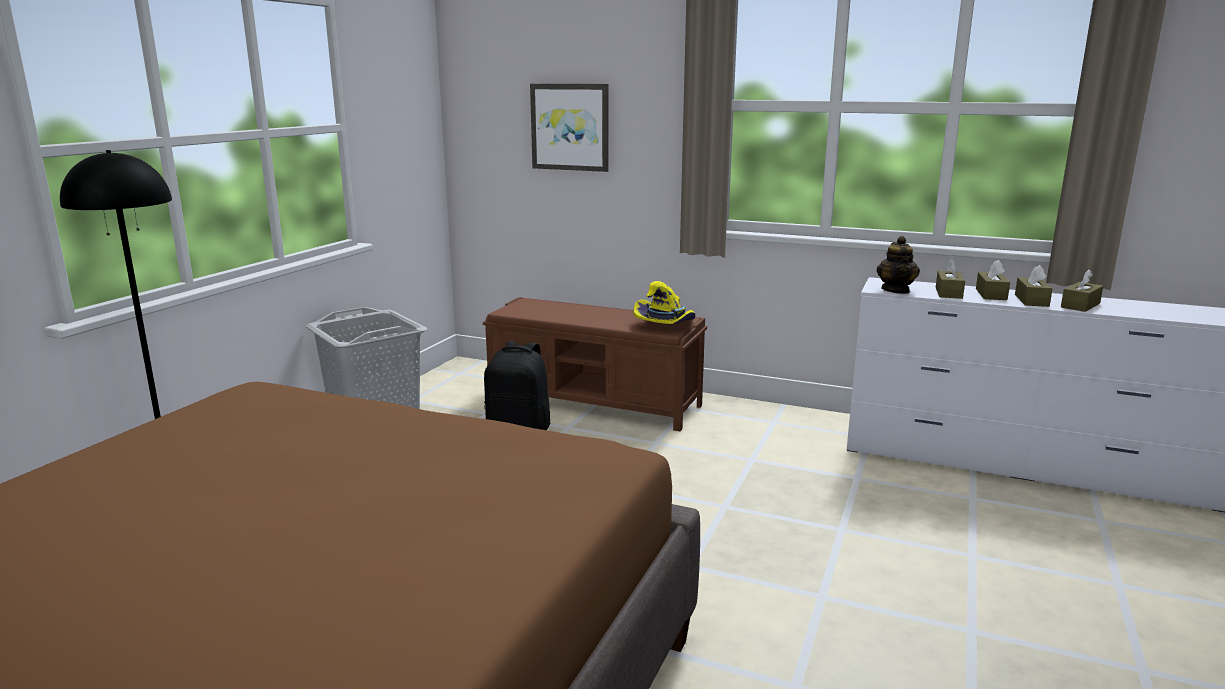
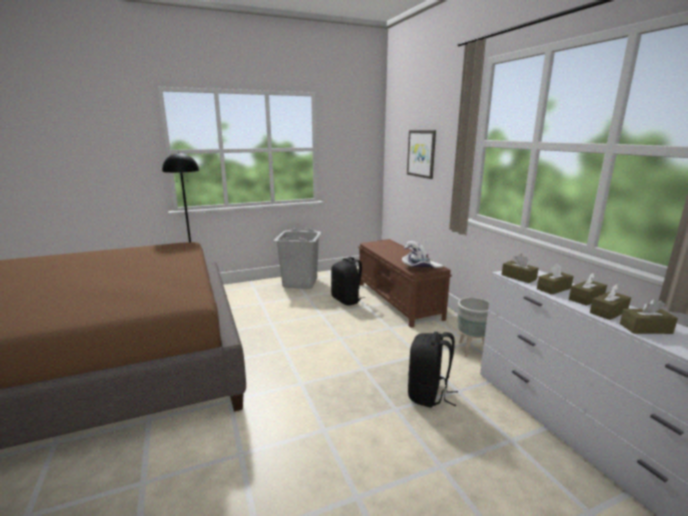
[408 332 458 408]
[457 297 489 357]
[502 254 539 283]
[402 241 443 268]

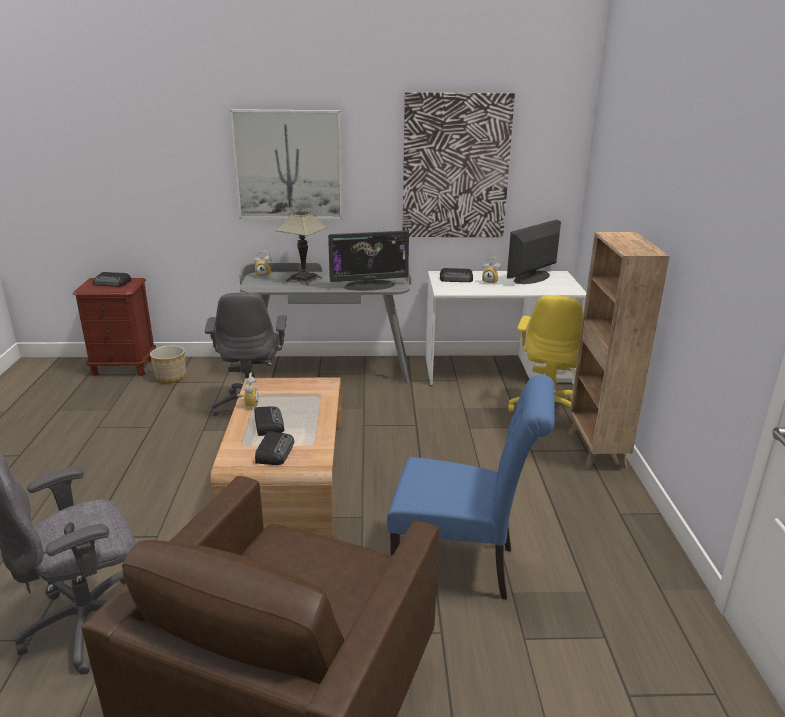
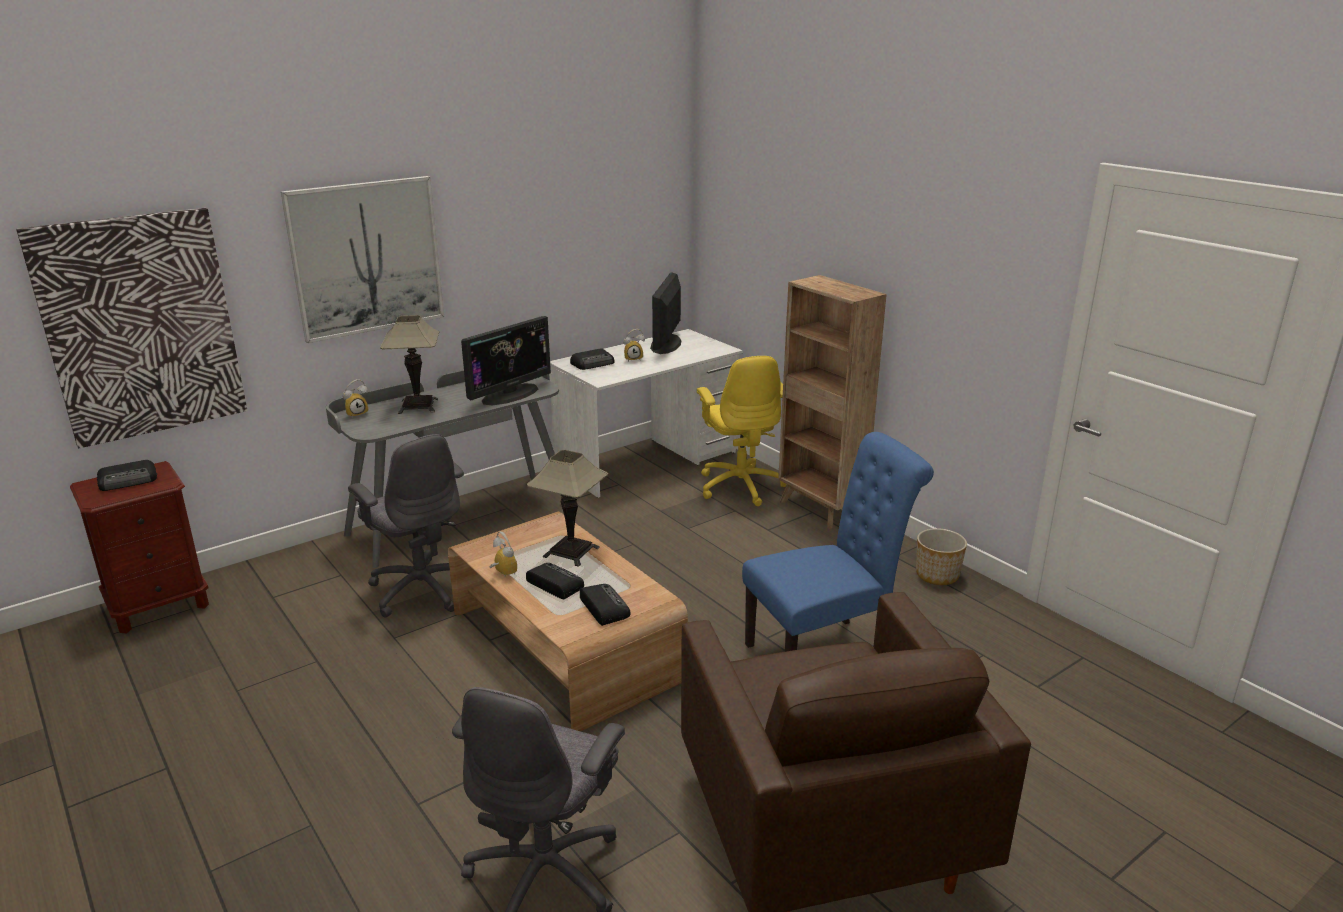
[527 450 608 567]
[916 528 967 585]
[16 208 247 448]

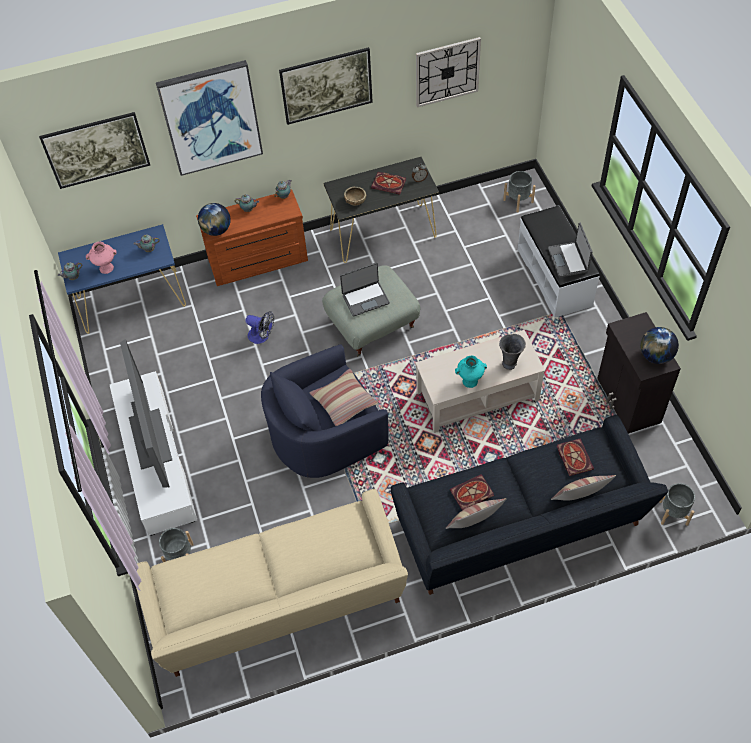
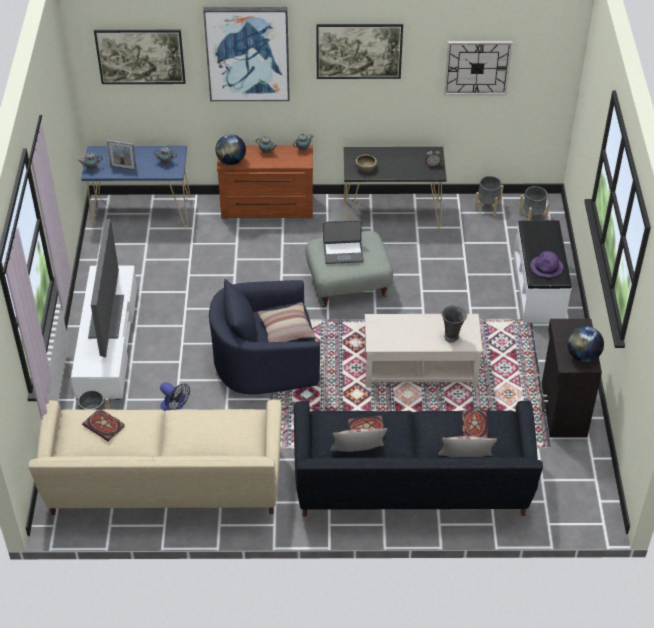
[455 356 487 388] (first image)
[160 382 190 411]
[82 408 125 441]
[474 176 503 216]
[107 140 137 170]
[530 251 563 277]

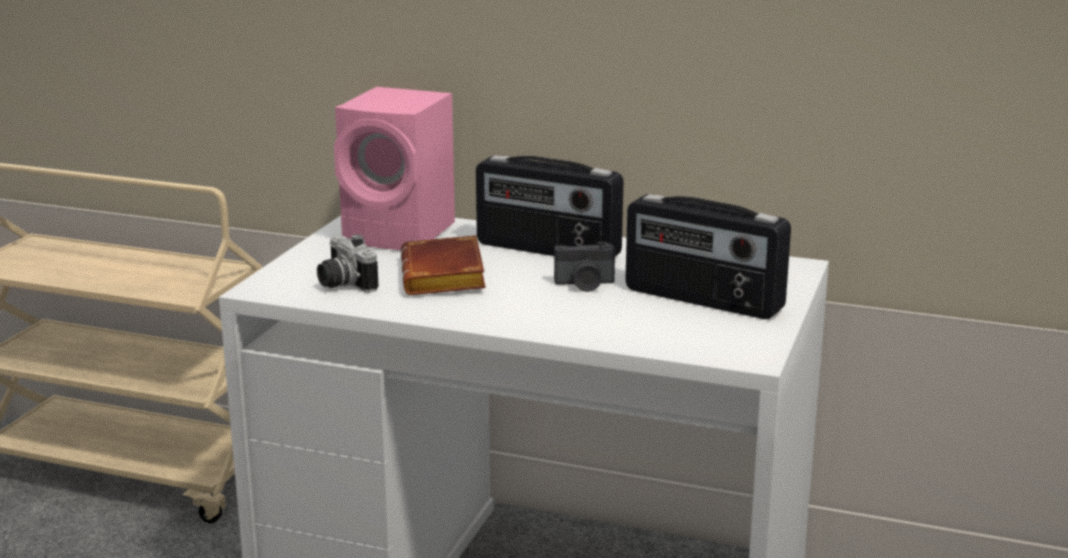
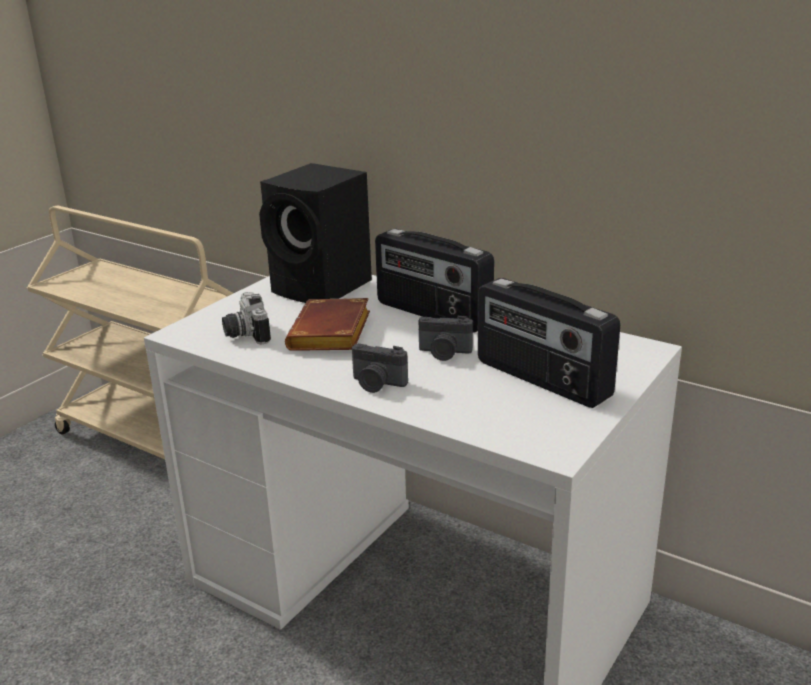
[352 344 408 393]
[259 163 372 303]

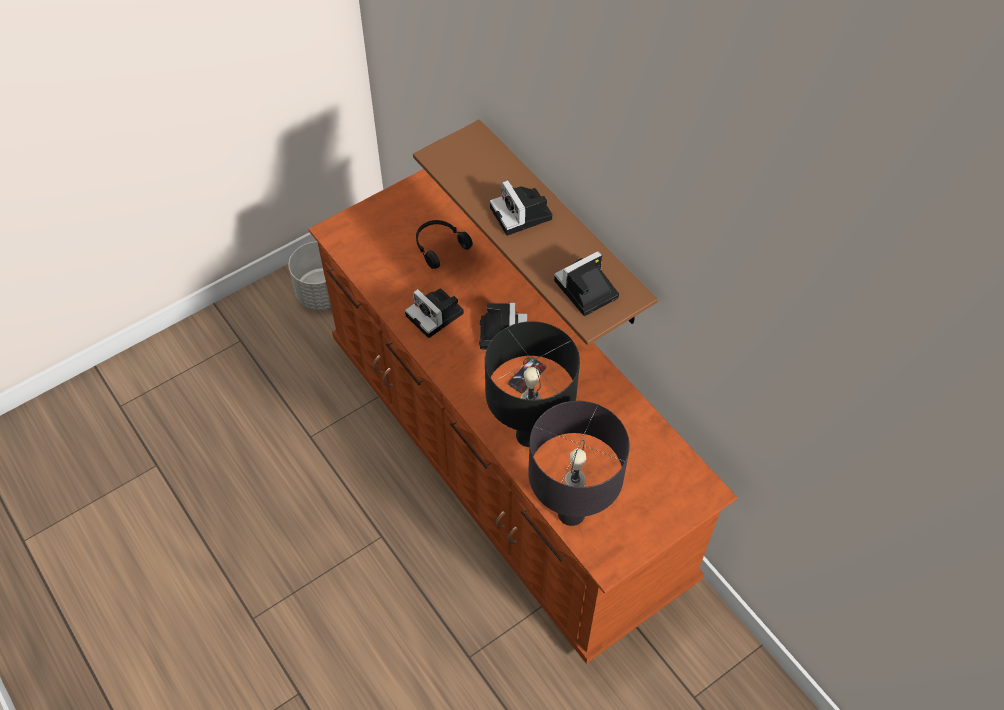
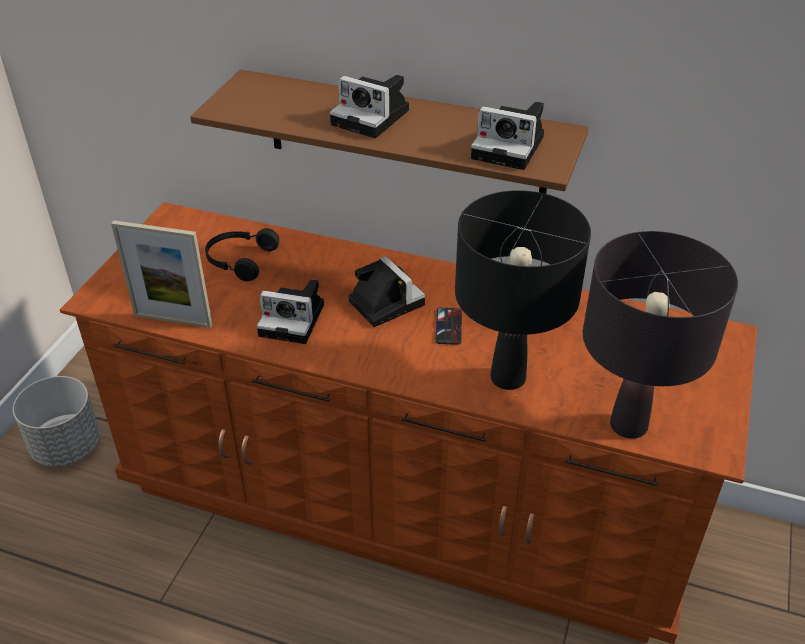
[111 220 213 328]
[471 101 544 170]

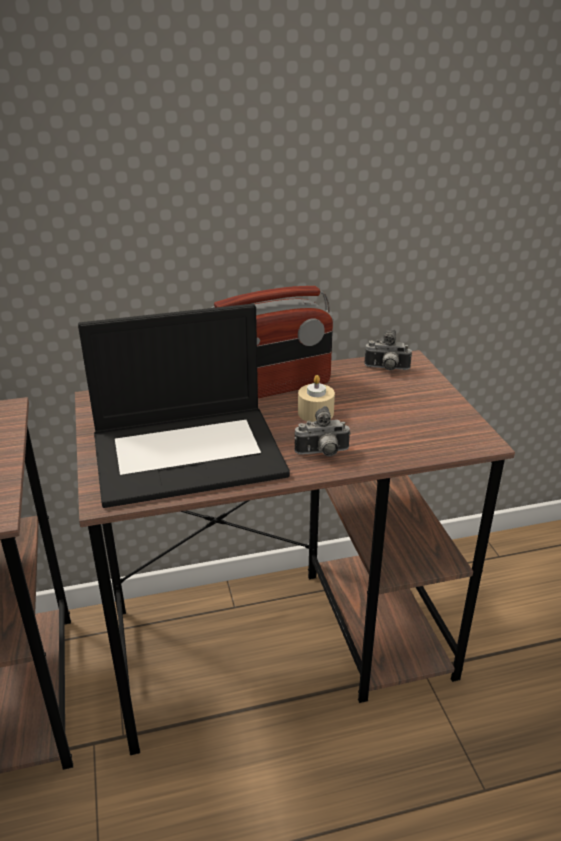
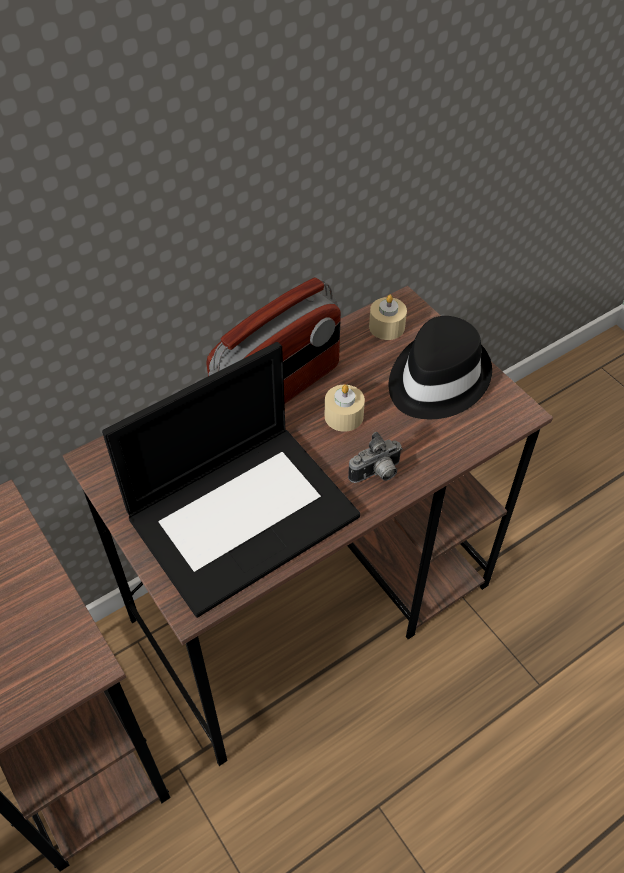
[389 316 492 419]
[369 295 407 340]

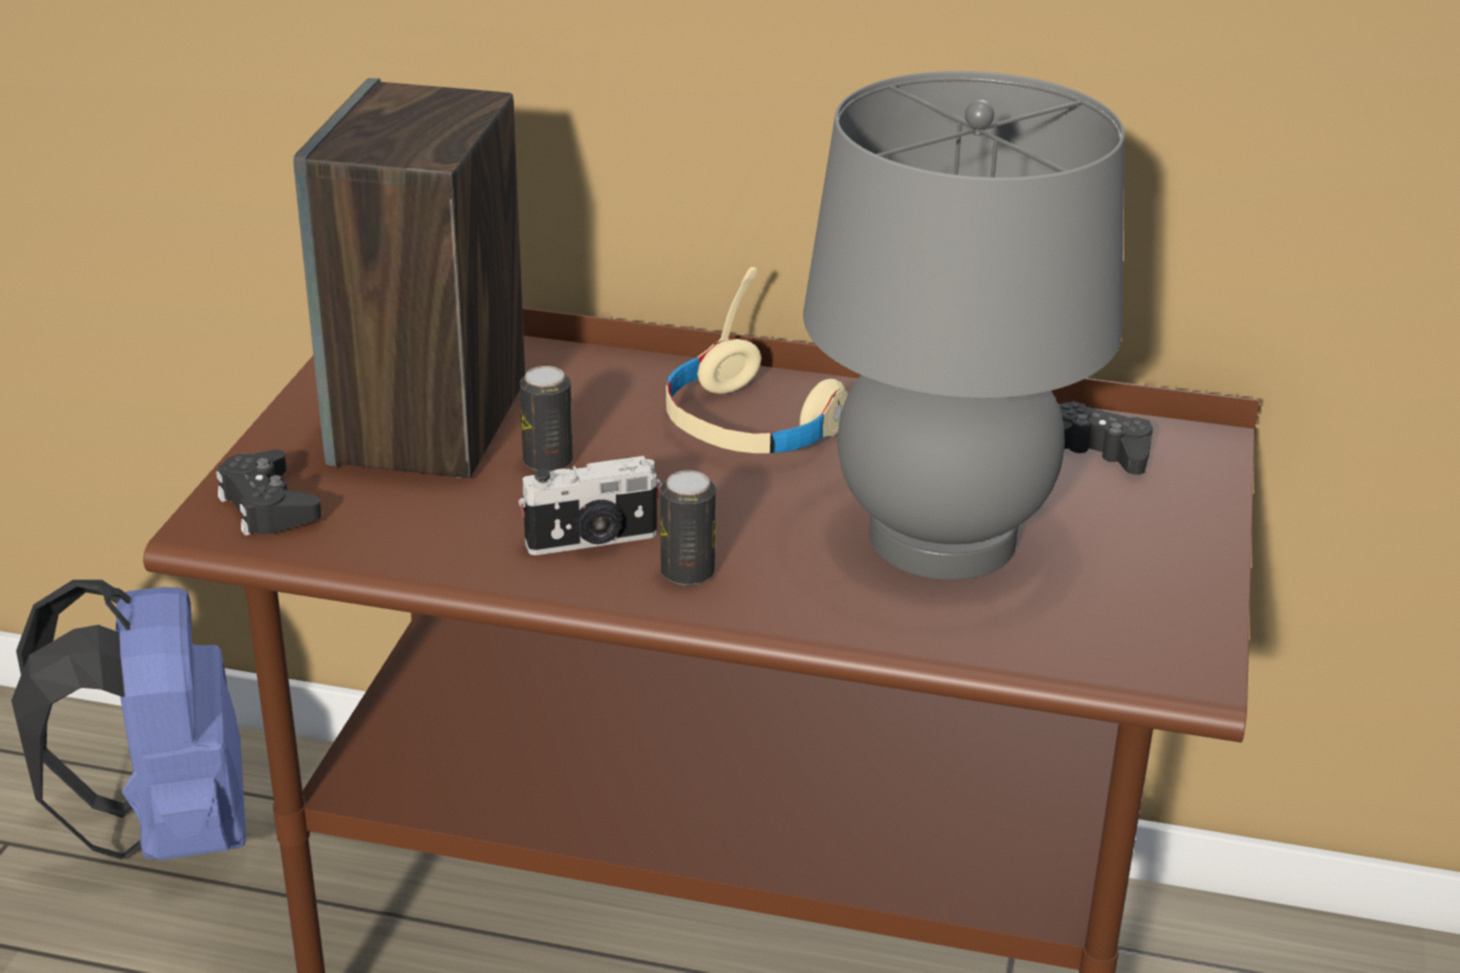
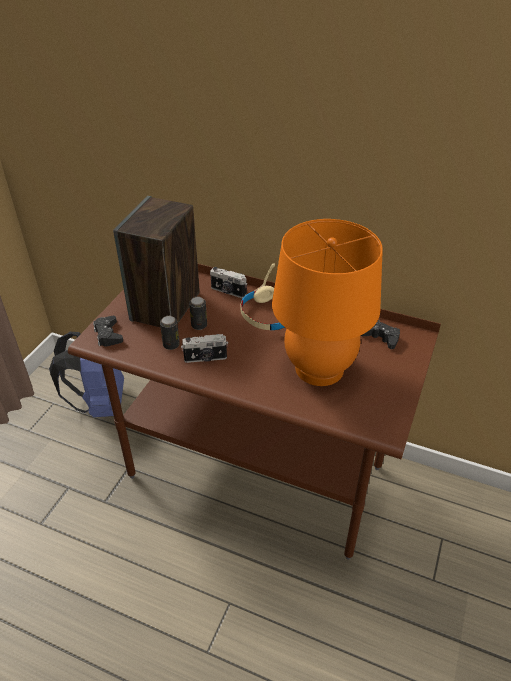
[210 267 247 298]
[160 316 180 350]
[272 219 383 386]

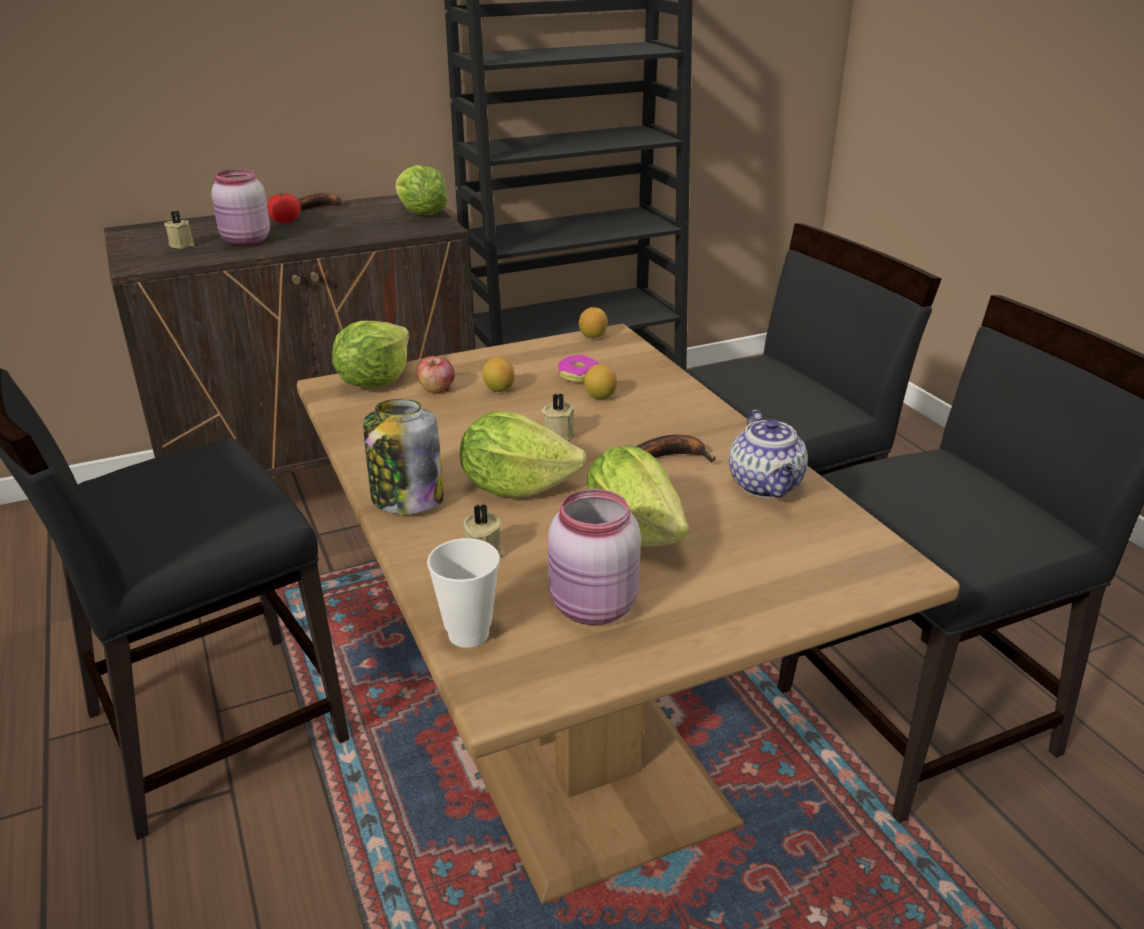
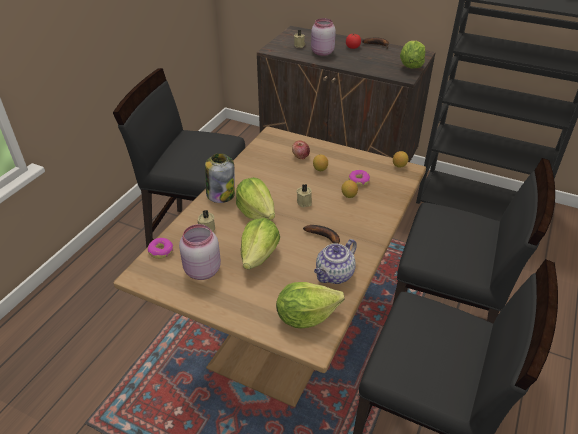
[276 282 344 328]
[148 238 173 259]

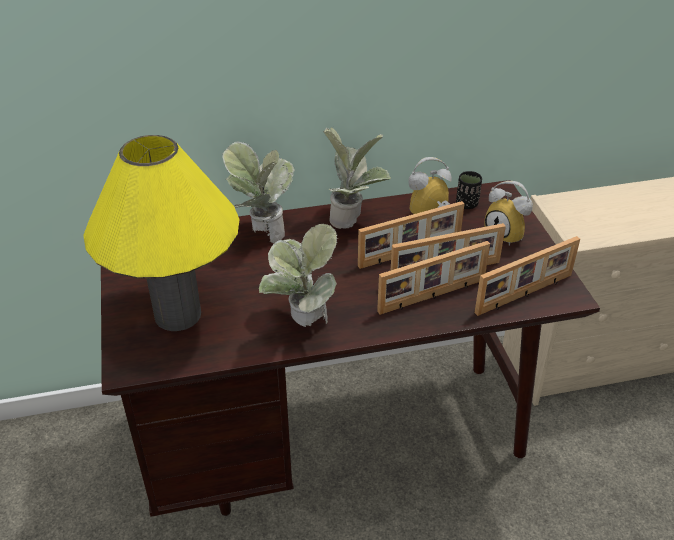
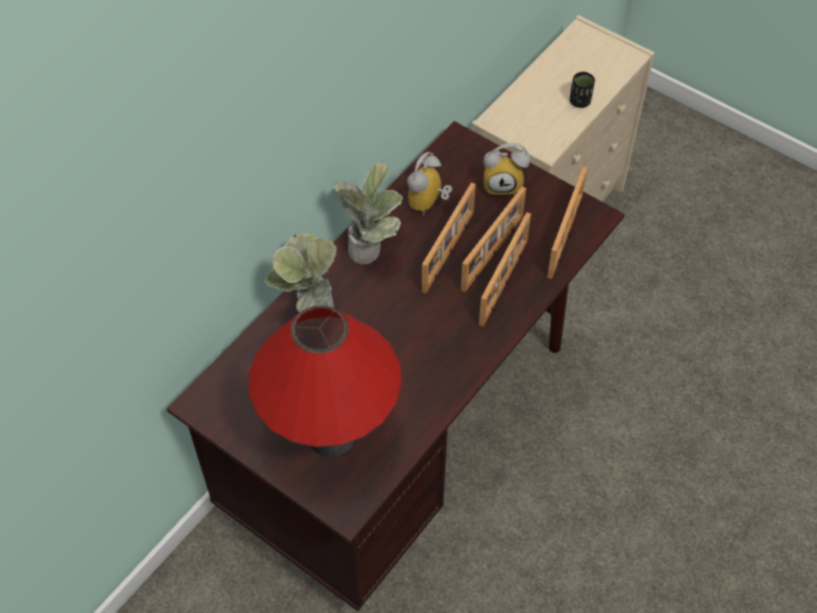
[259 224 338 327] (first image)
[570 72 595 108]
[249 305 402 457]

